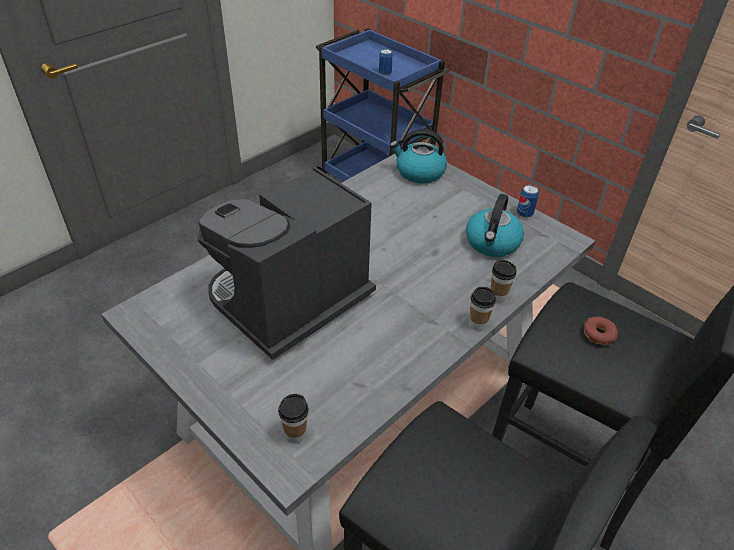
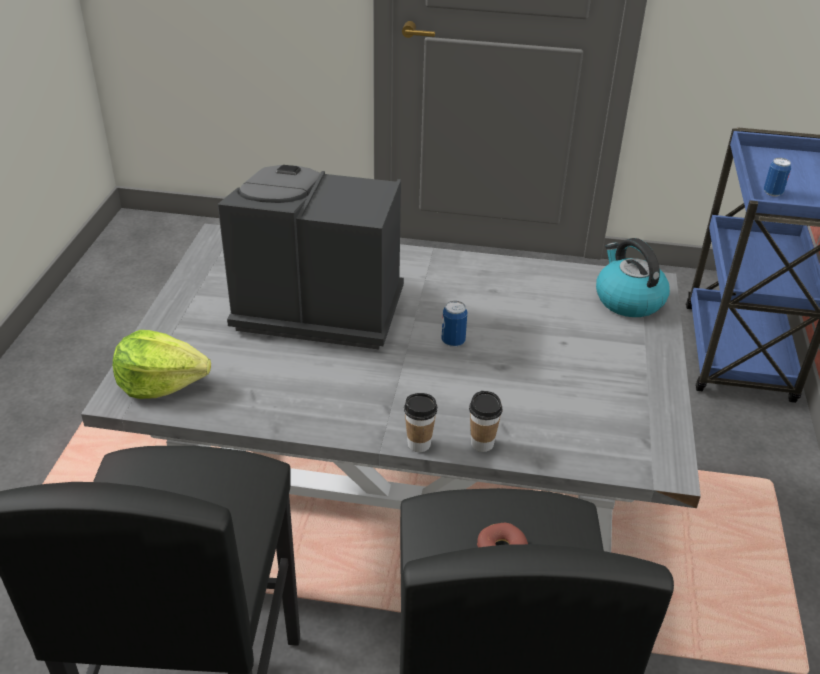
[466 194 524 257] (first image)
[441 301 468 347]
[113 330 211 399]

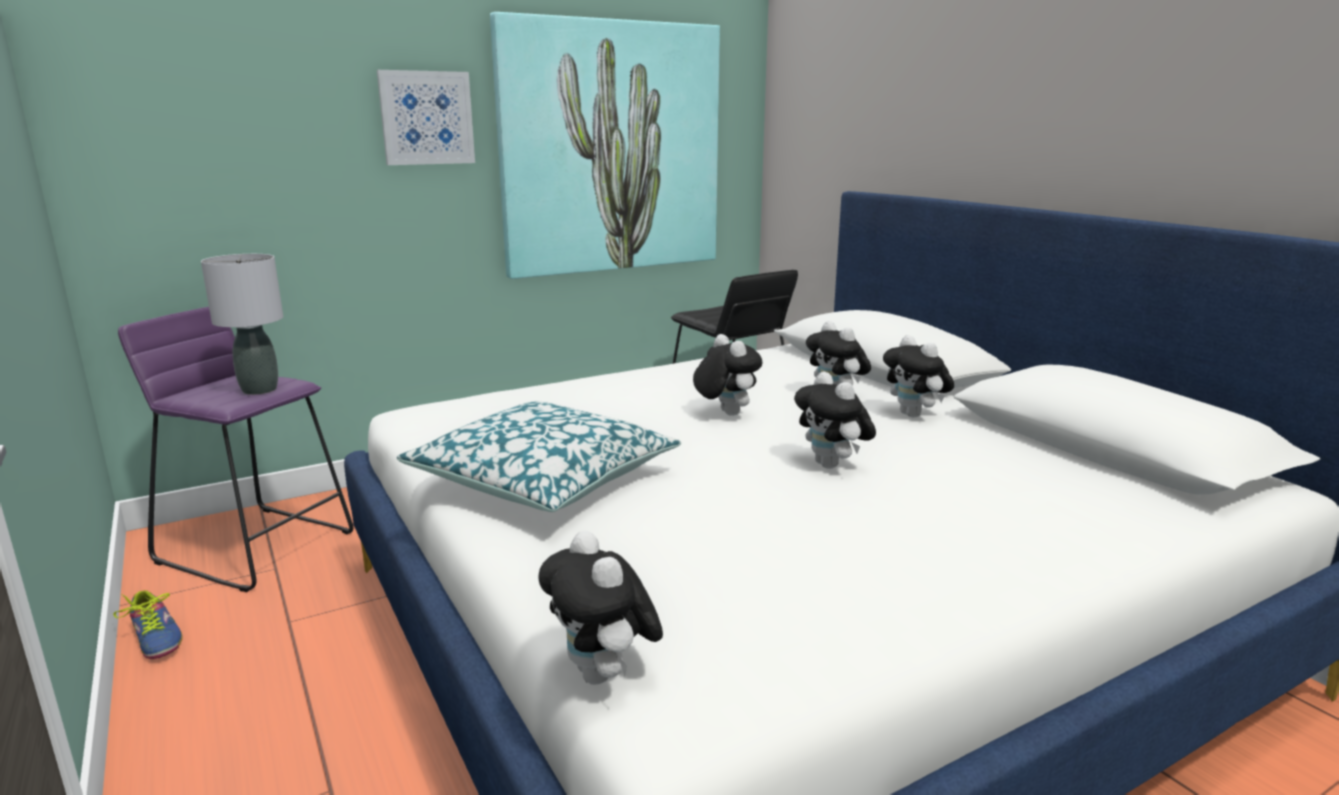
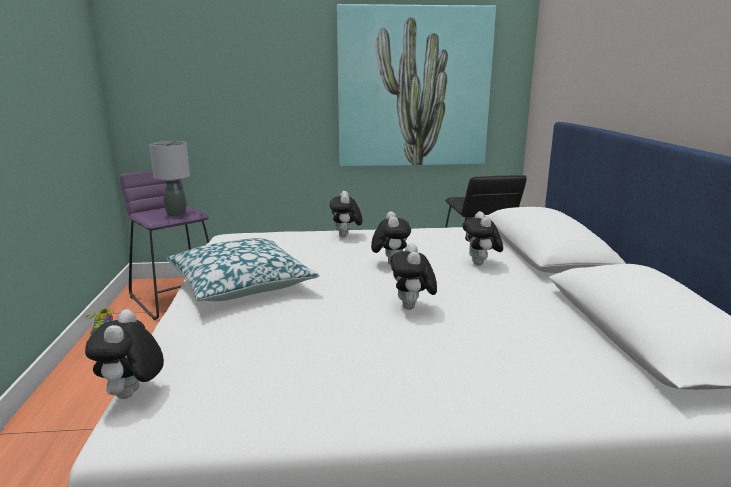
[377 70 475 165] (first image)
[330 191 362 237]

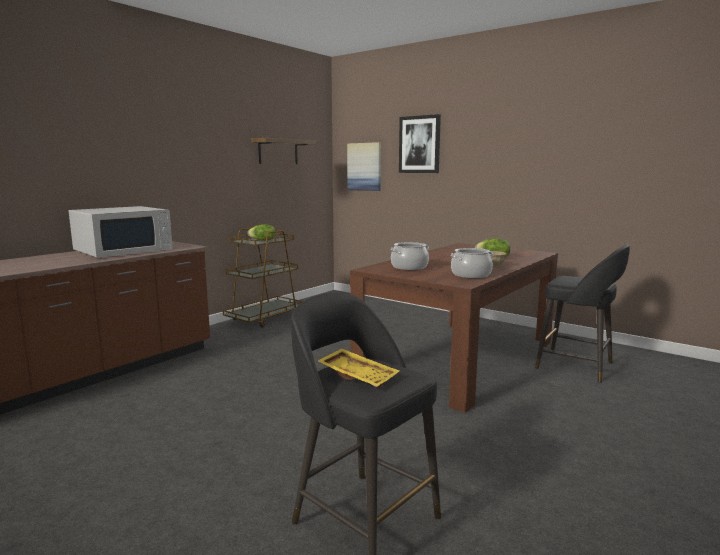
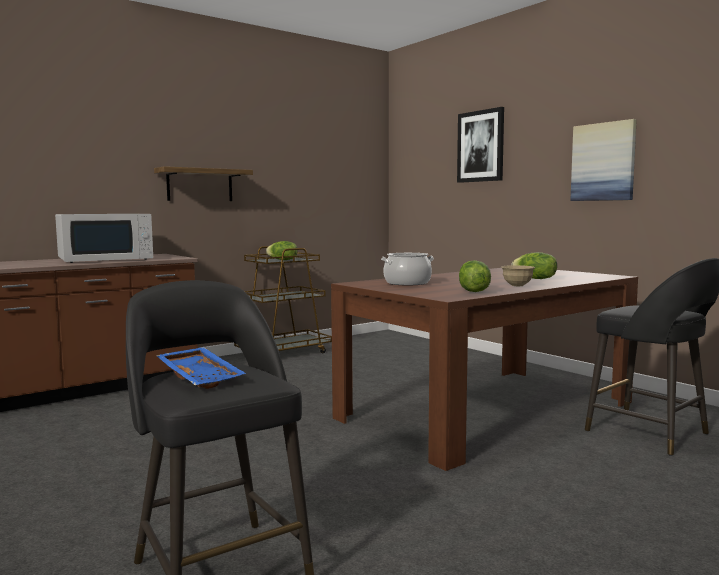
[154 166 253 201]
[570 119 637 201]
[459 260 491 292]
[156 347 246 389]

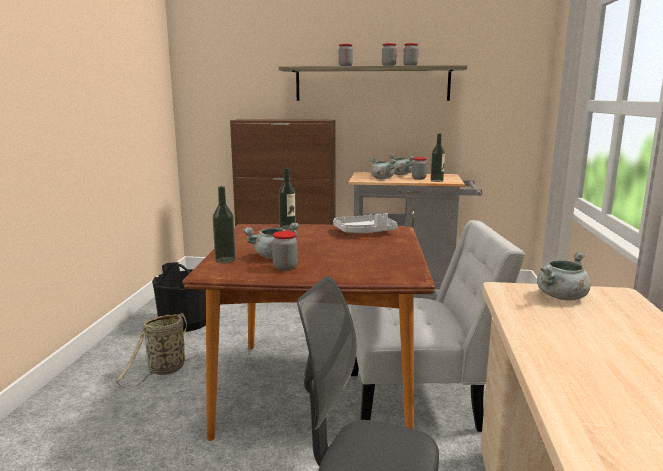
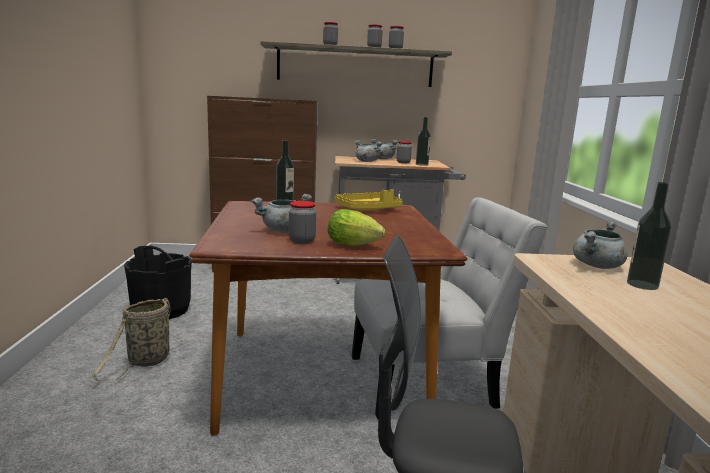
[328 209 385 246]
[627 182 672 290]
[335 189 403 210]

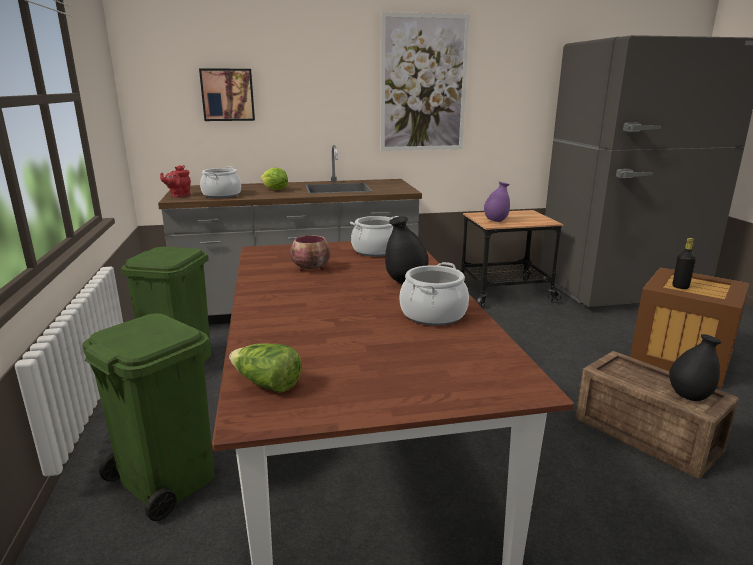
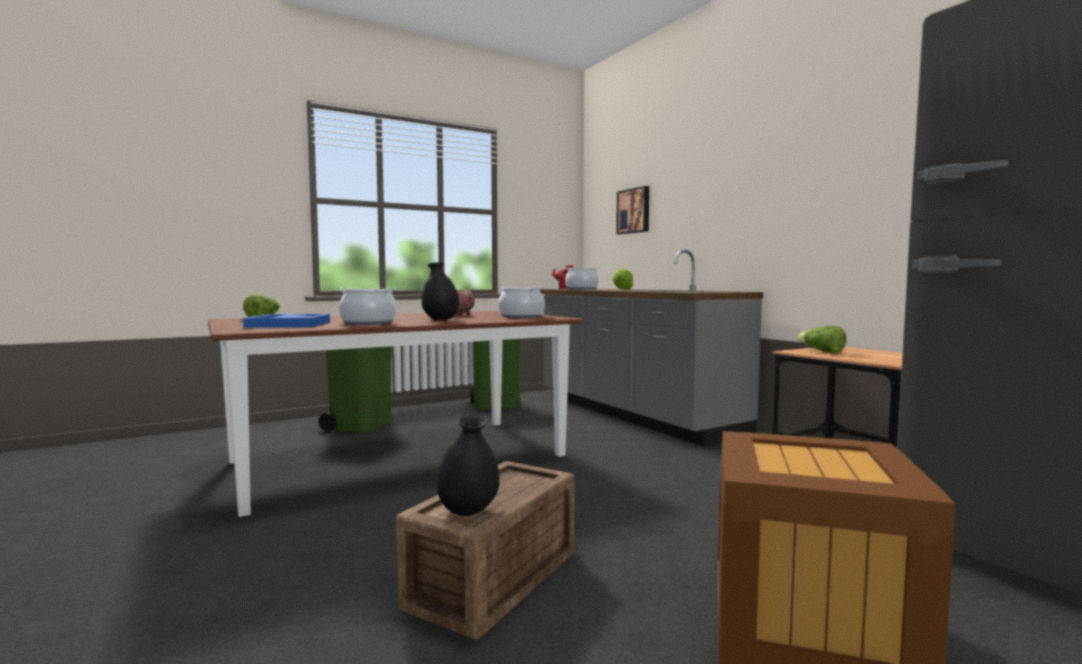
[381 12 470 151] (first image)
[672 238 696 289] (first image)
[243 314 330 328]
[797 326 846 353]

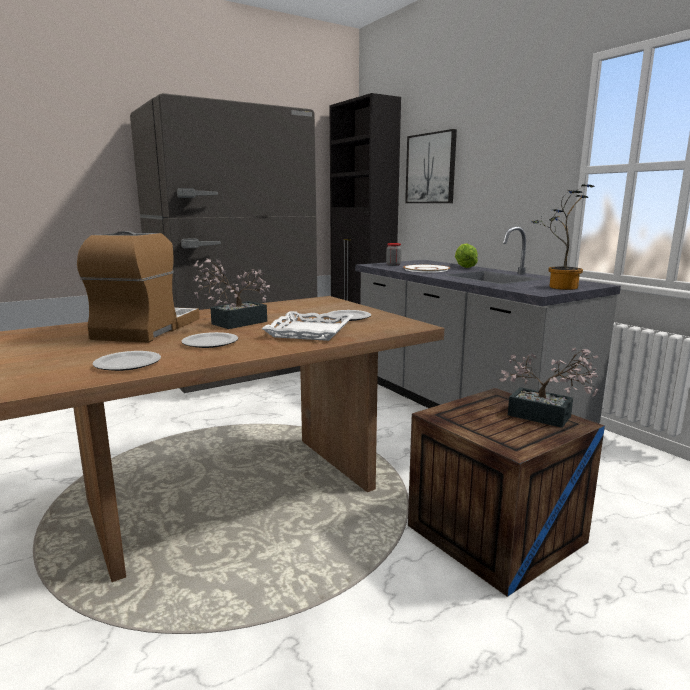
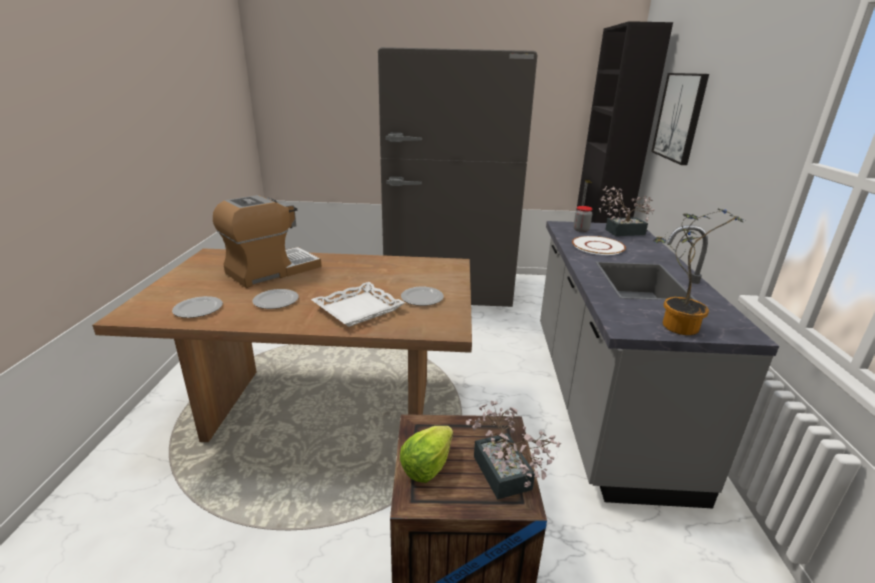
[599 186 655 236]
[400 426 453 483]

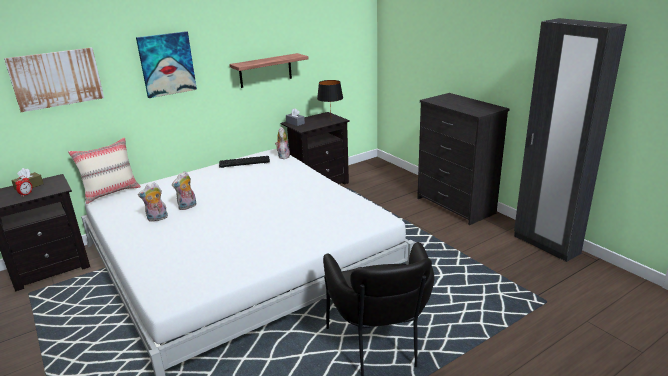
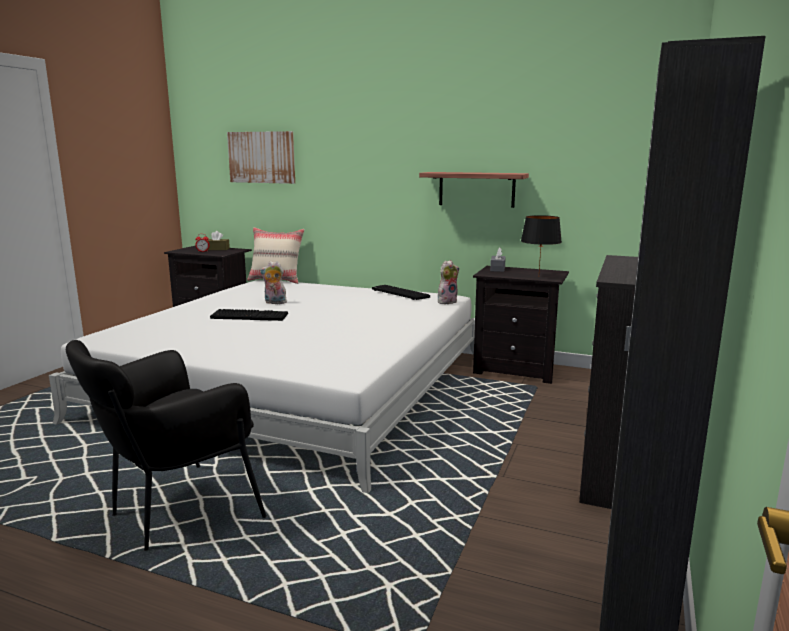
[136 31 197 98] (first image)
[138 183 168 222] (first image)
[210 309 288 321]

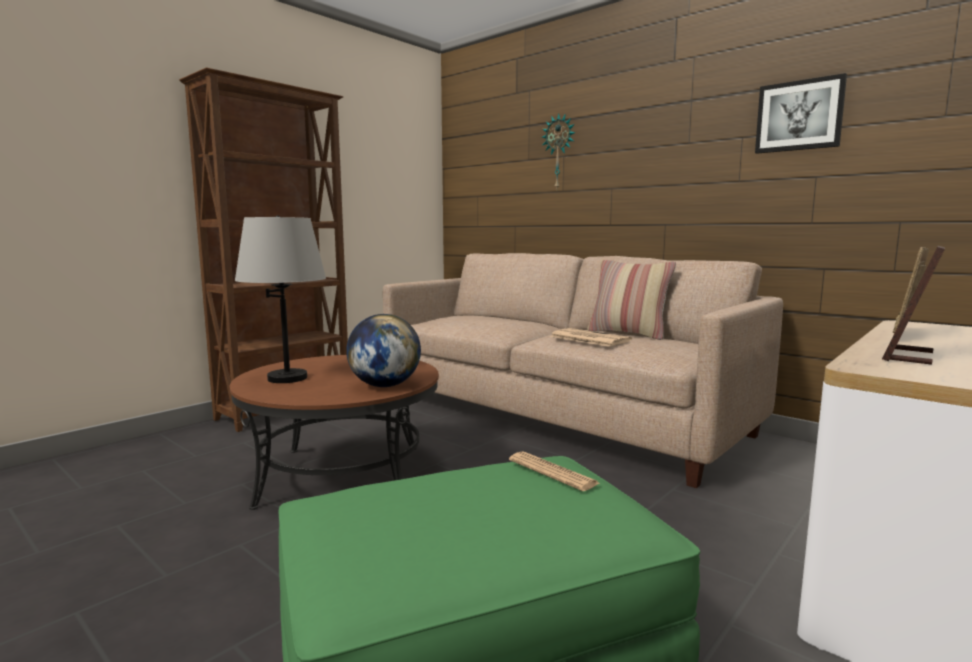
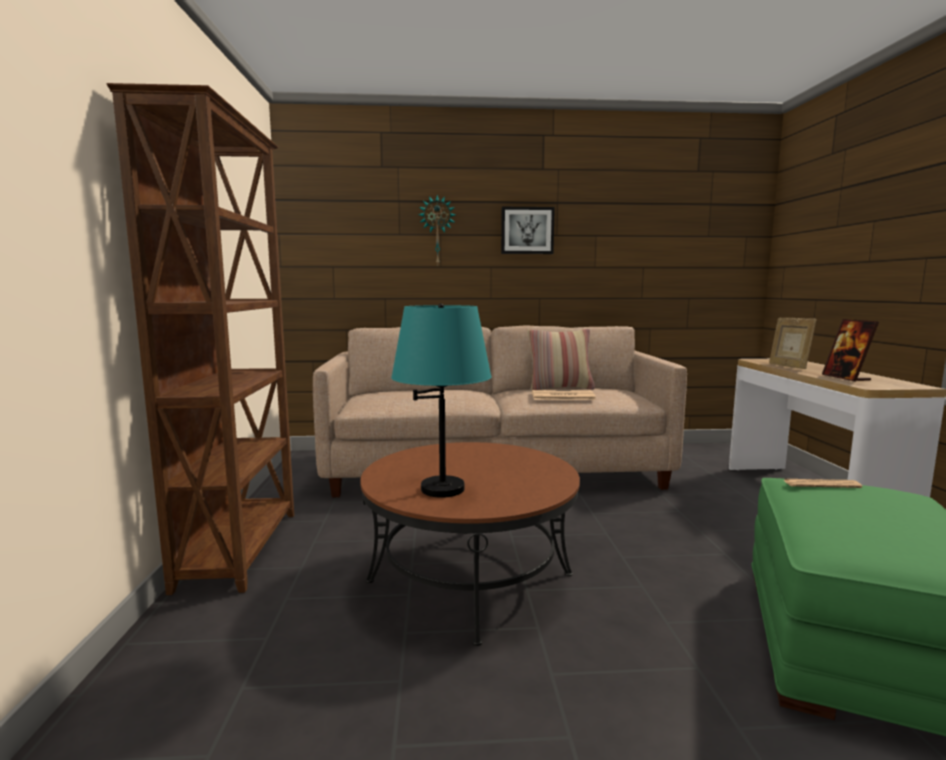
[346 314 421 387] (first image)
[501 207 555 254]
[391 304 491 498]

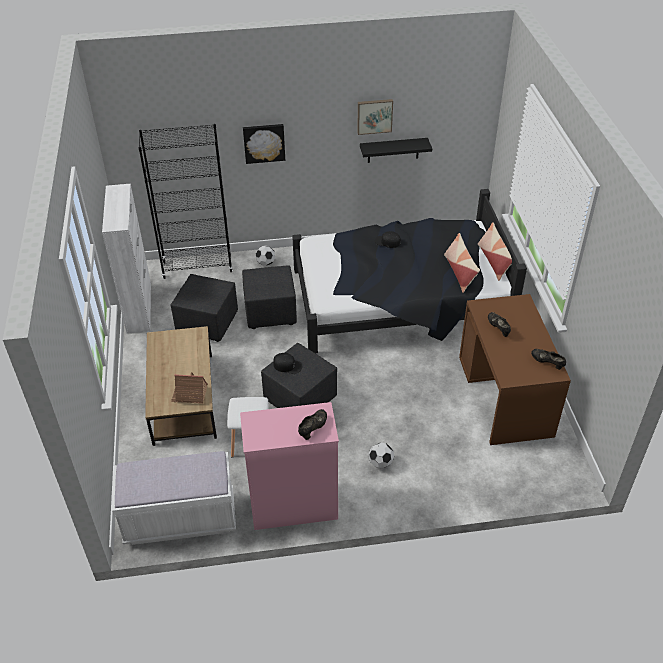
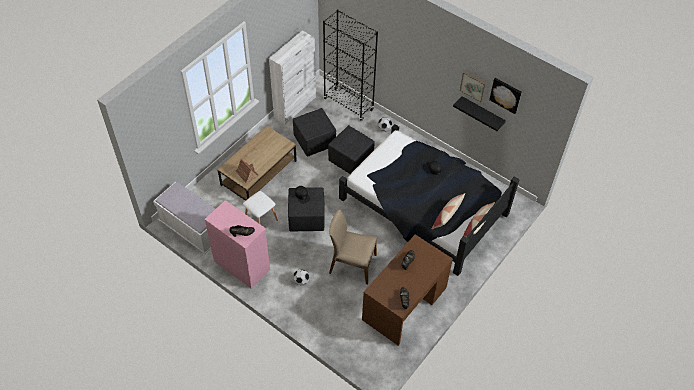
[329 209 377 284]
[489 78 522 114]

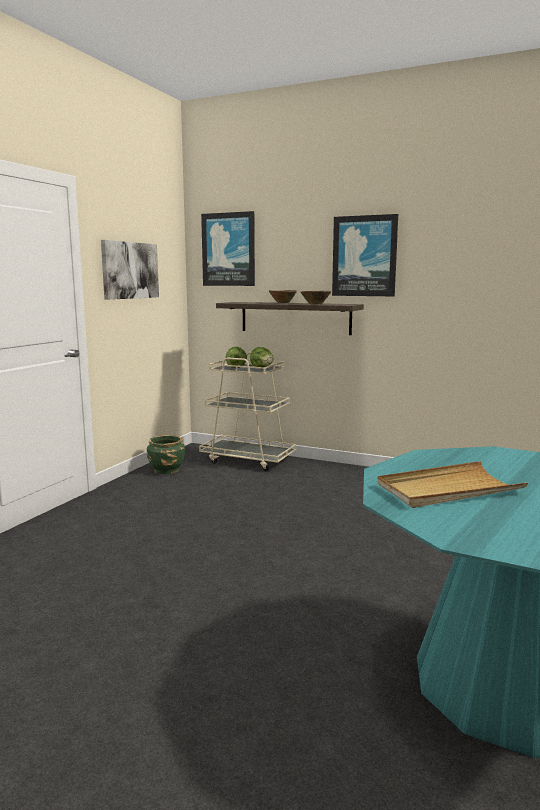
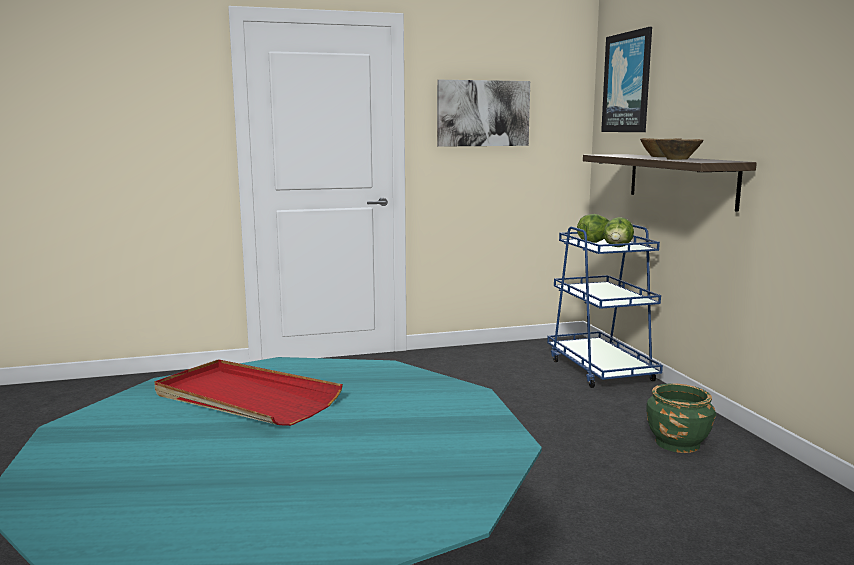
[332 214 398 296] (first image)
[646 383 716 453]
[547 224 663 388]
[154 359 343 426]

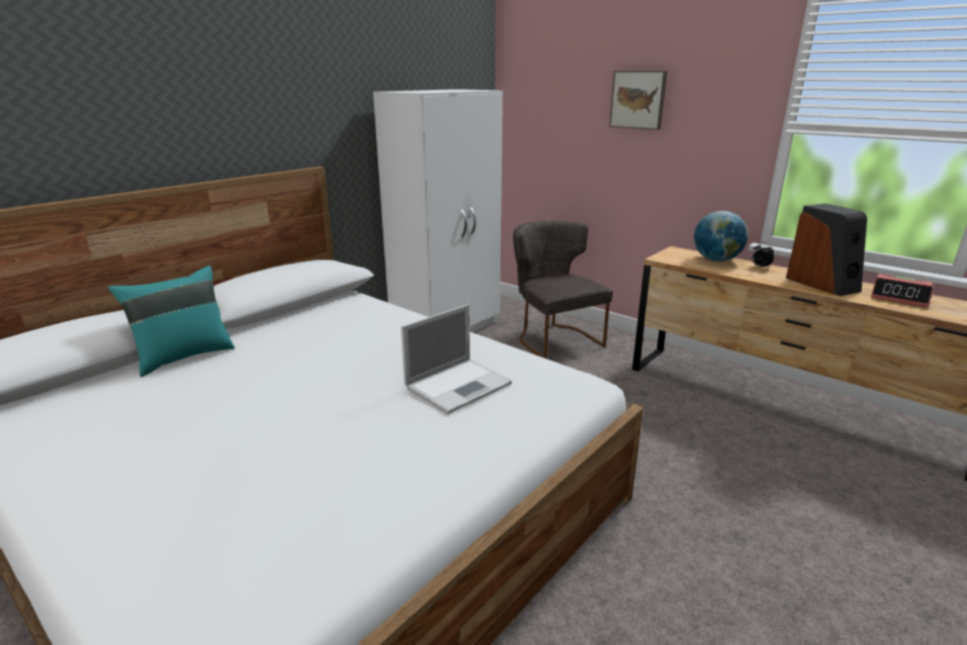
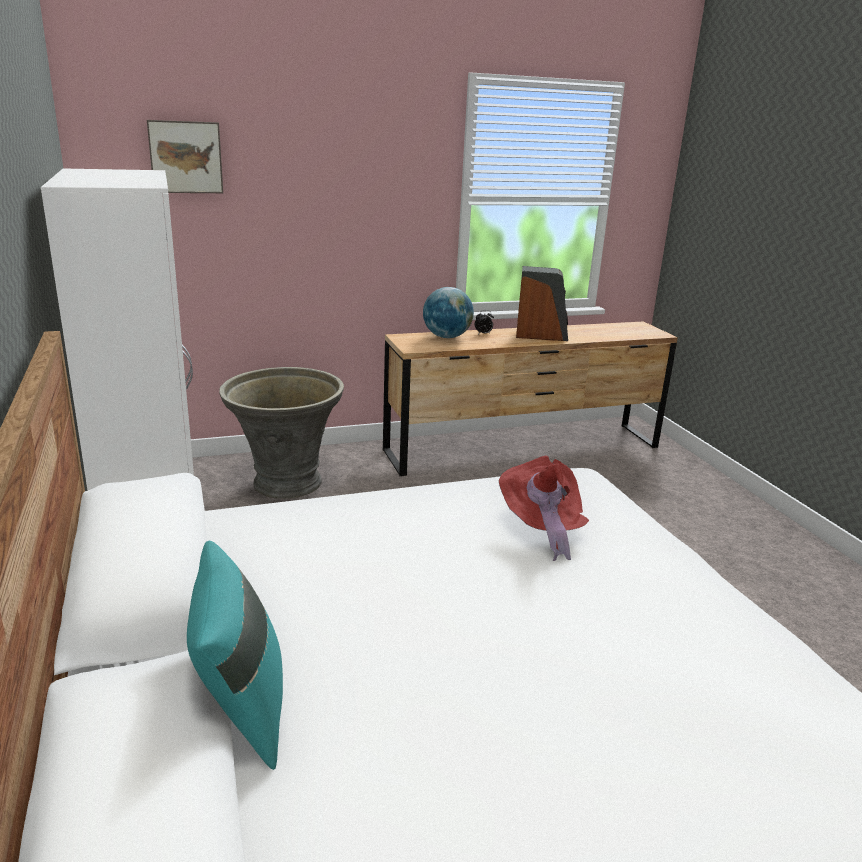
[871 274 934 307] (first image)
[147 120 223 193]
[499 455 589 561]
[219 367 344 499]

